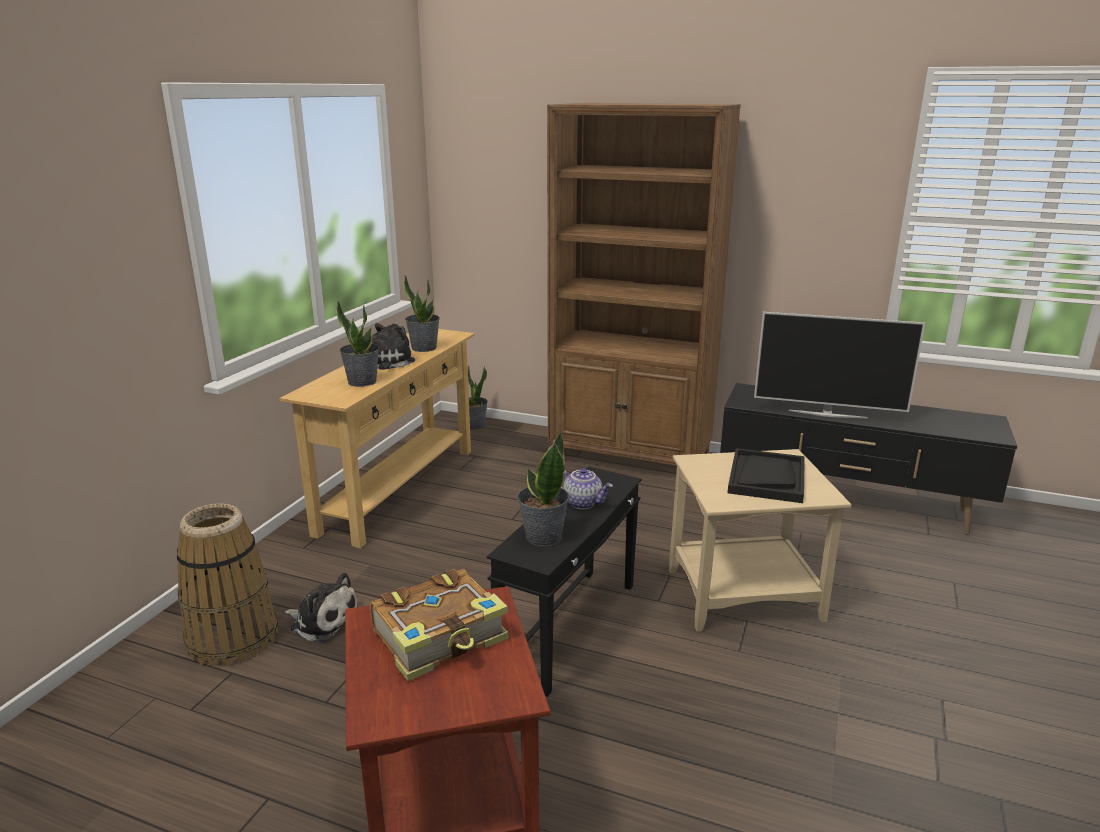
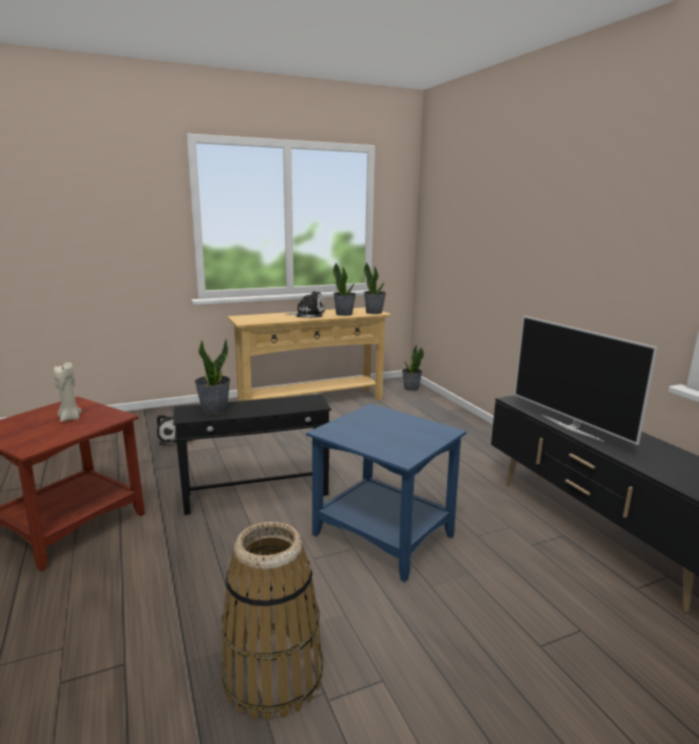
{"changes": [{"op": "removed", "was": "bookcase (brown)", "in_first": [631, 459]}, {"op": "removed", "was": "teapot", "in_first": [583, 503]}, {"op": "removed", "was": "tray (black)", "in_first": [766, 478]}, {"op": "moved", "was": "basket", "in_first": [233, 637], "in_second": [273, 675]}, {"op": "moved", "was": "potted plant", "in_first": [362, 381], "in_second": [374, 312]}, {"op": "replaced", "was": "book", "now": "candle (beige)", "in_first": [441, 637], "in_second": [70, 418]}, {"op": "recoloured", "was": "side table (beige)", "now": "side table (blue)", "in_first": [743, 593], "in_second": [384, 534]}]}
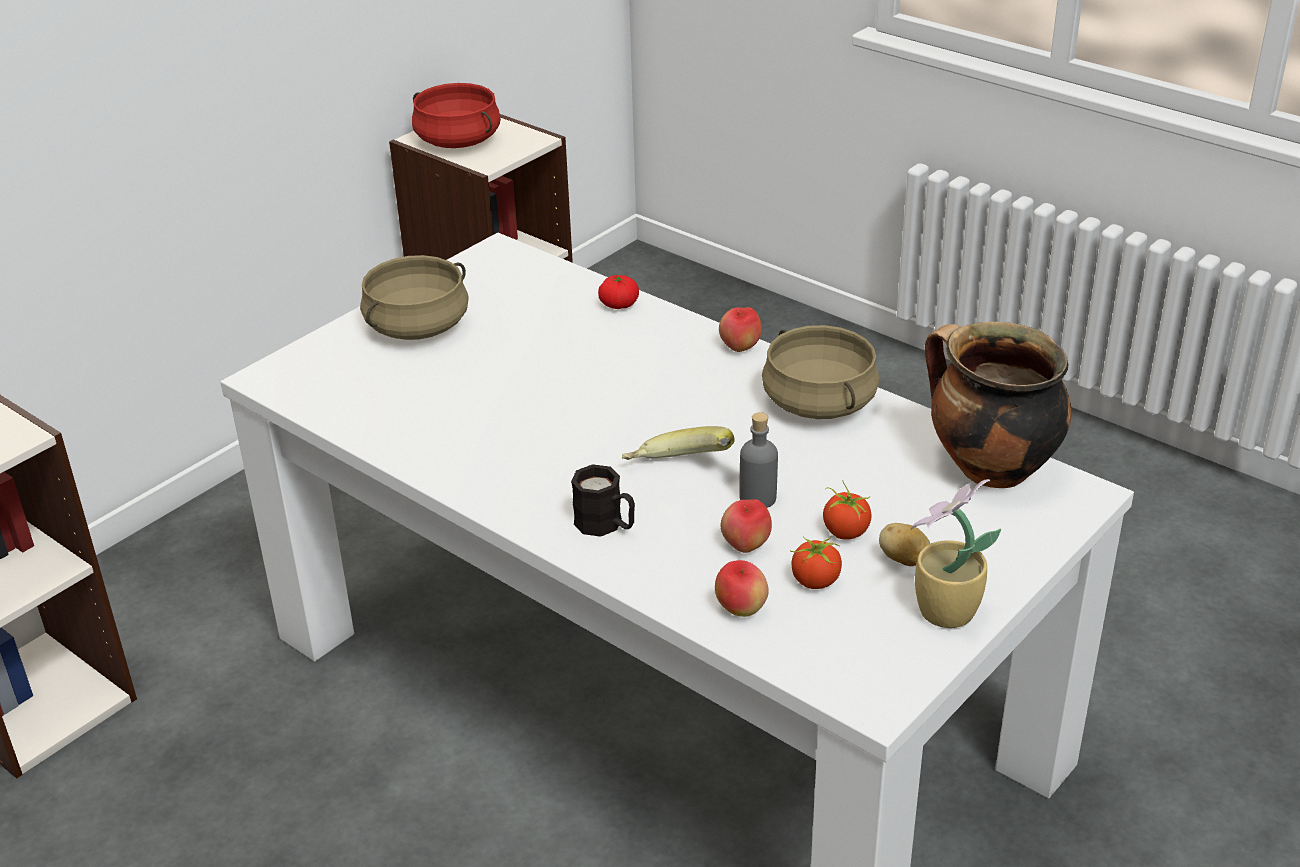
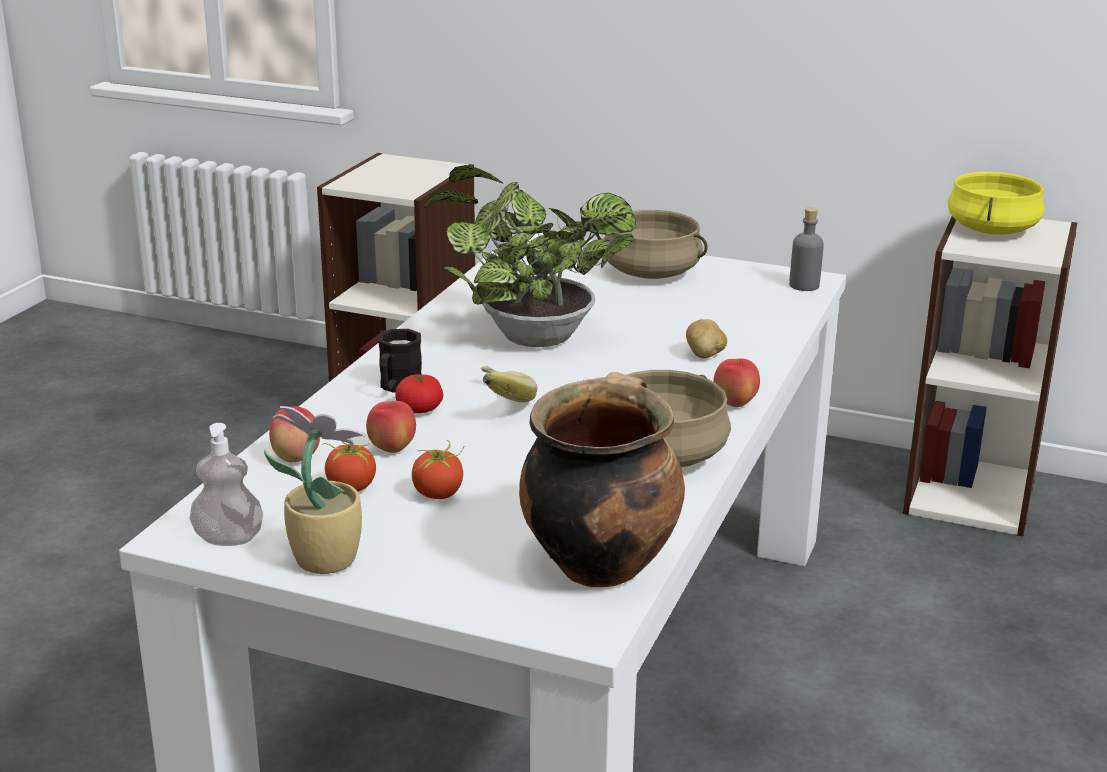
{"changes": [{"op": "added", "now": "soap dispenser", "in_second": [228, 539]}, {"op": "added", "now": "potted plant", "in_second": [528, 337]}, {"op": "moved", "was": "tomato", "in_first": [619, 305], "in_second": [419, 409]}, {"op": "moved", "was": "bottle (grey)", "in_first": [758, 498], "in_second": [804, 285]}, {"op": "moved", "was": "potato", "in_first": [903, 560], "in_second": [705, 355]}, {"op": "recoloured", "was": "cooking pot (red)", "now": "cooking pot (yellow)", "in_first": [457, 141], "in_second": [991, 229]}]}
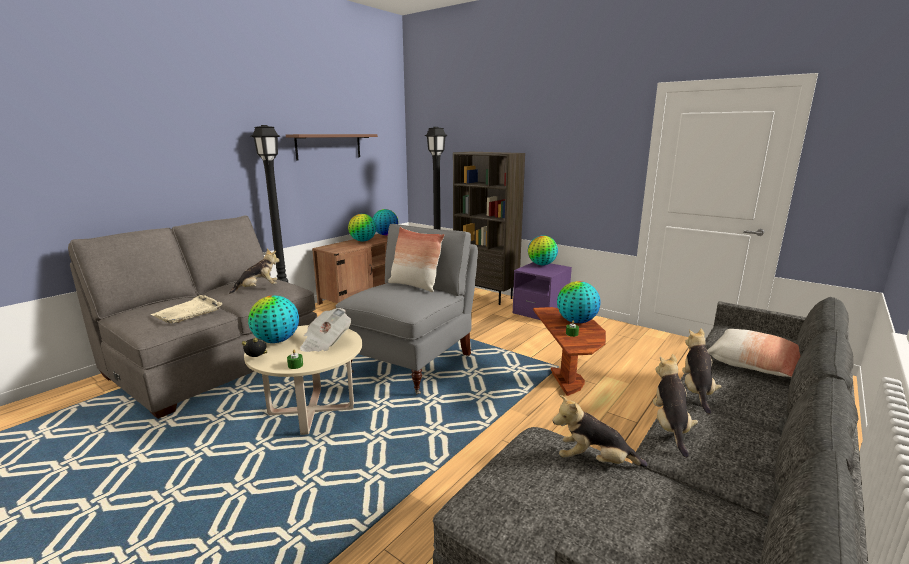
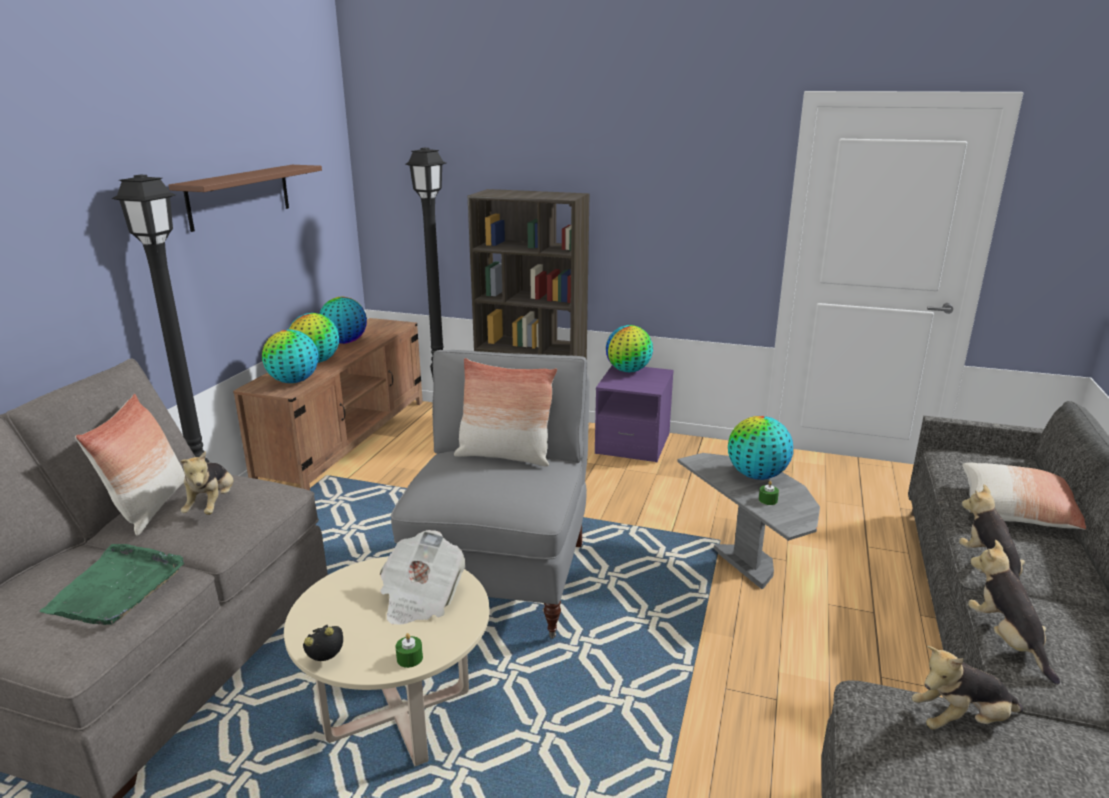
{"changes": [{"op": "added", "now": "pillow", "in_second": [150, 507]}, {"op": "moved", "was": "globe", "in_first": [276, 341], "in_second": [293, 381]}, {"op": "recoloured", "was": "tray (beige)", "now": "tray (green)", "in_first": [188, 312], "in_second": [117, 588]}, {"op": "recoloured", "was": "side table (brown)", "now": "side table (grey)", "in_first": [566, 382], "in_second": [747, 565]}, {"op": "turned", "was": "plush toy", "in_first": [258, 289], "in_second": [212, 506], "clockwise": 135}]}
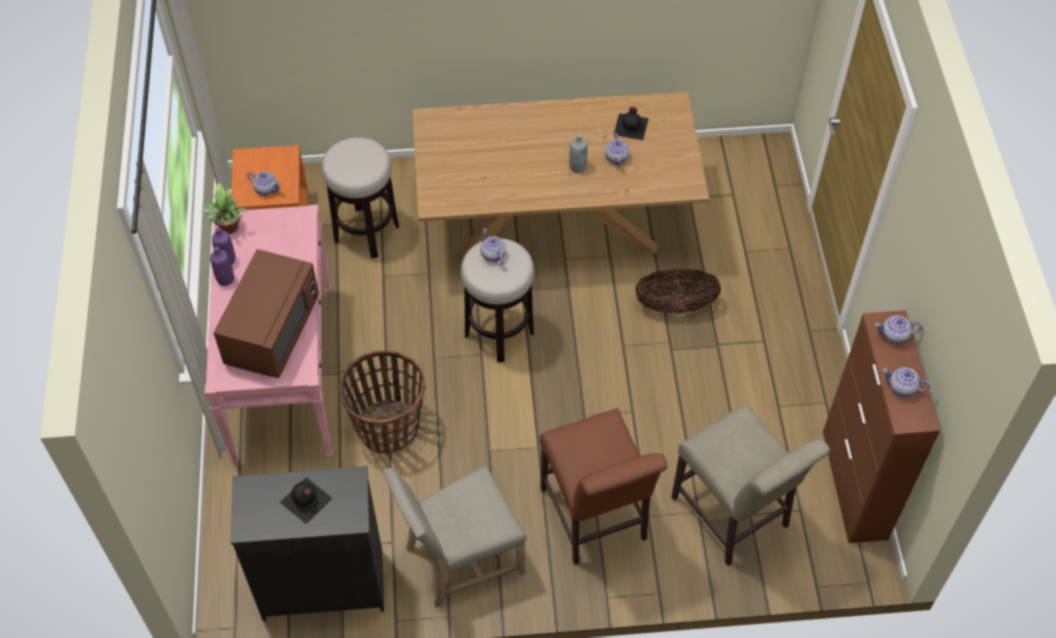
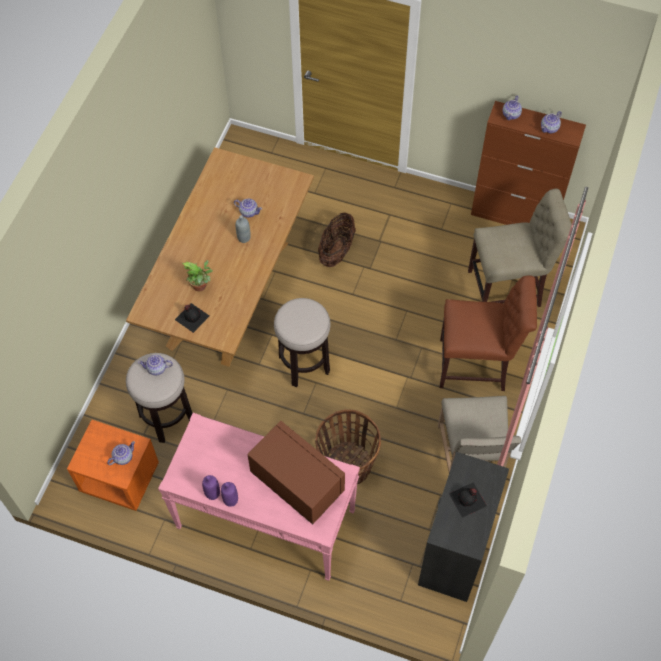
{"changes": [{"op": "moved", "was": "potted plant", "in_first": [229, 229], "in_second": [201, 286]}, {"op": "moved", "was": "teapot", "in_first": [493, 255], "in_second": [157, 368]}, {"op": "moved", "was": "bottle (black)", "in_first": [631, 126], "in_second": [192, 317]}]}
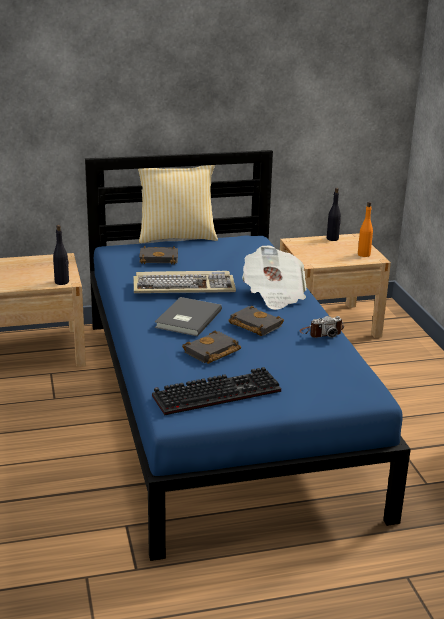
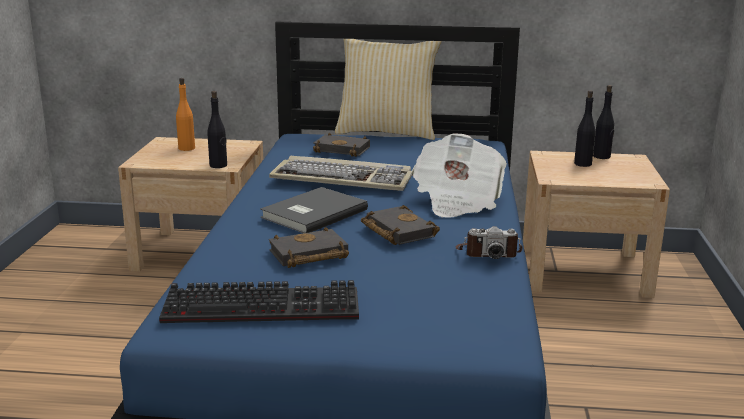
{"changes": [{"op": "added", "now": "bottle (black)", "in_second": [582, 164]}, {"op": "moved", "was": "bottle (orange)", "in_first": [364, 254], "in_second": [187, 148]}]}
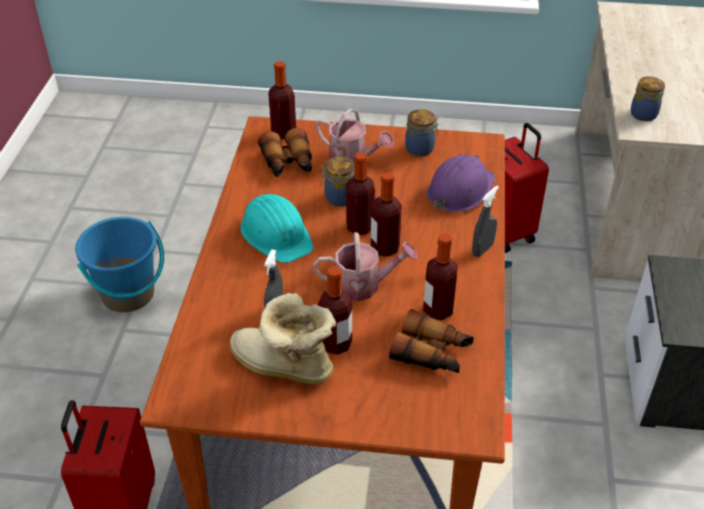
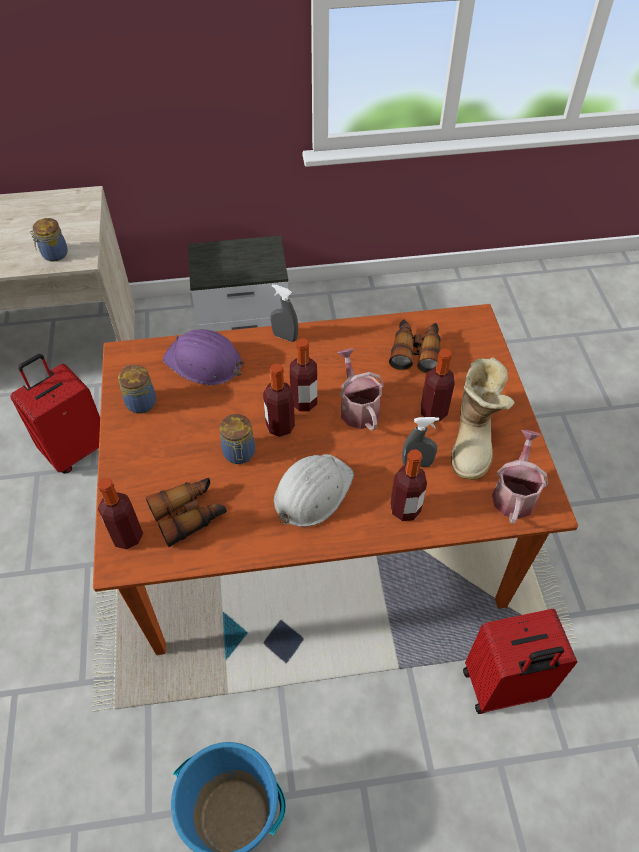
{"changes": [{"op": "moved", "was": "watering can", "in_first": [353, 159], "in_second": [514, 493]}, {"op": "moved", "was": "bottle", "in_first": [438, 310], "in_second": [405, 509]}, {"op": "recoloured", "was": "hard hat (turquoise)", "now": "hard hat (white)", "in_first": [276, 234], "in_second": [312, 492]}]}
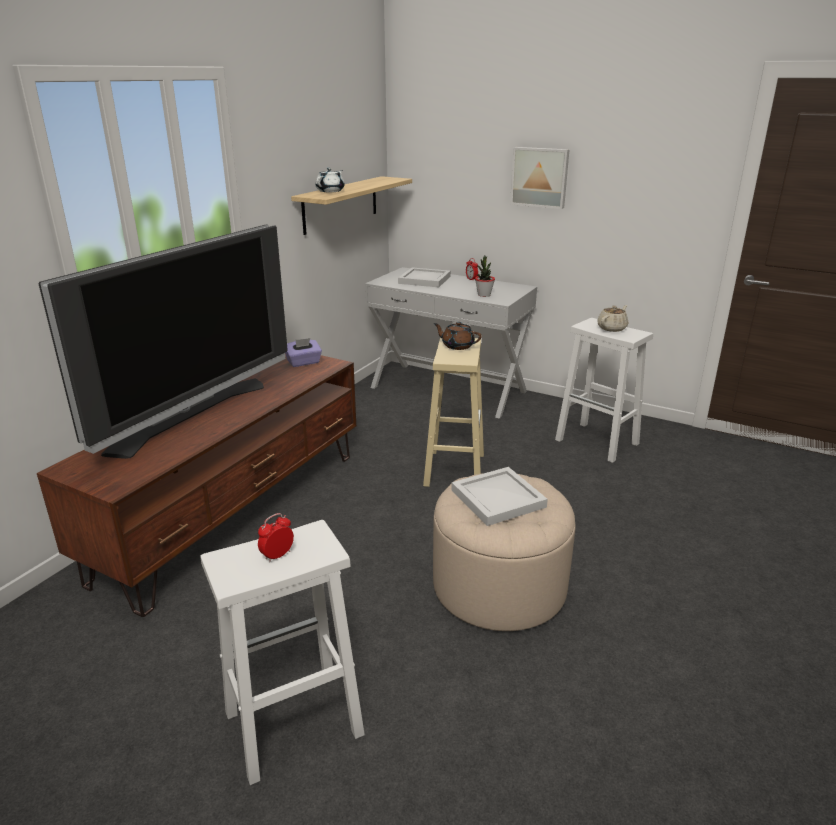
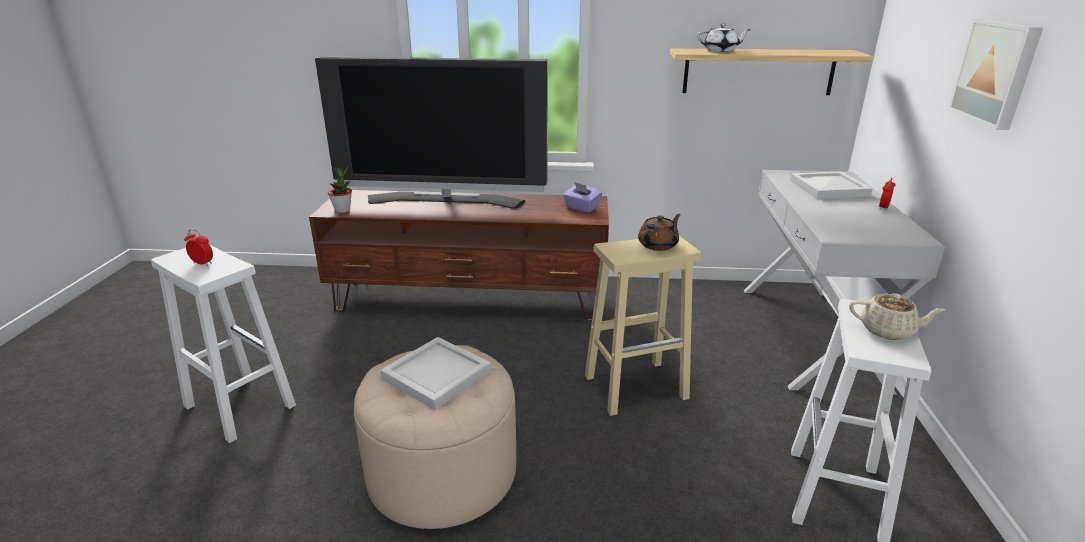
{"changes": [{"op": "moved", "was": "potted plant", "in_first": [484, 295], "in_second": [342, 210]}, {"op": "turned", "was": "teapot (brown)", "in_first": [457, 346], "in_second": [658, 245], "clockwise": 45}]}
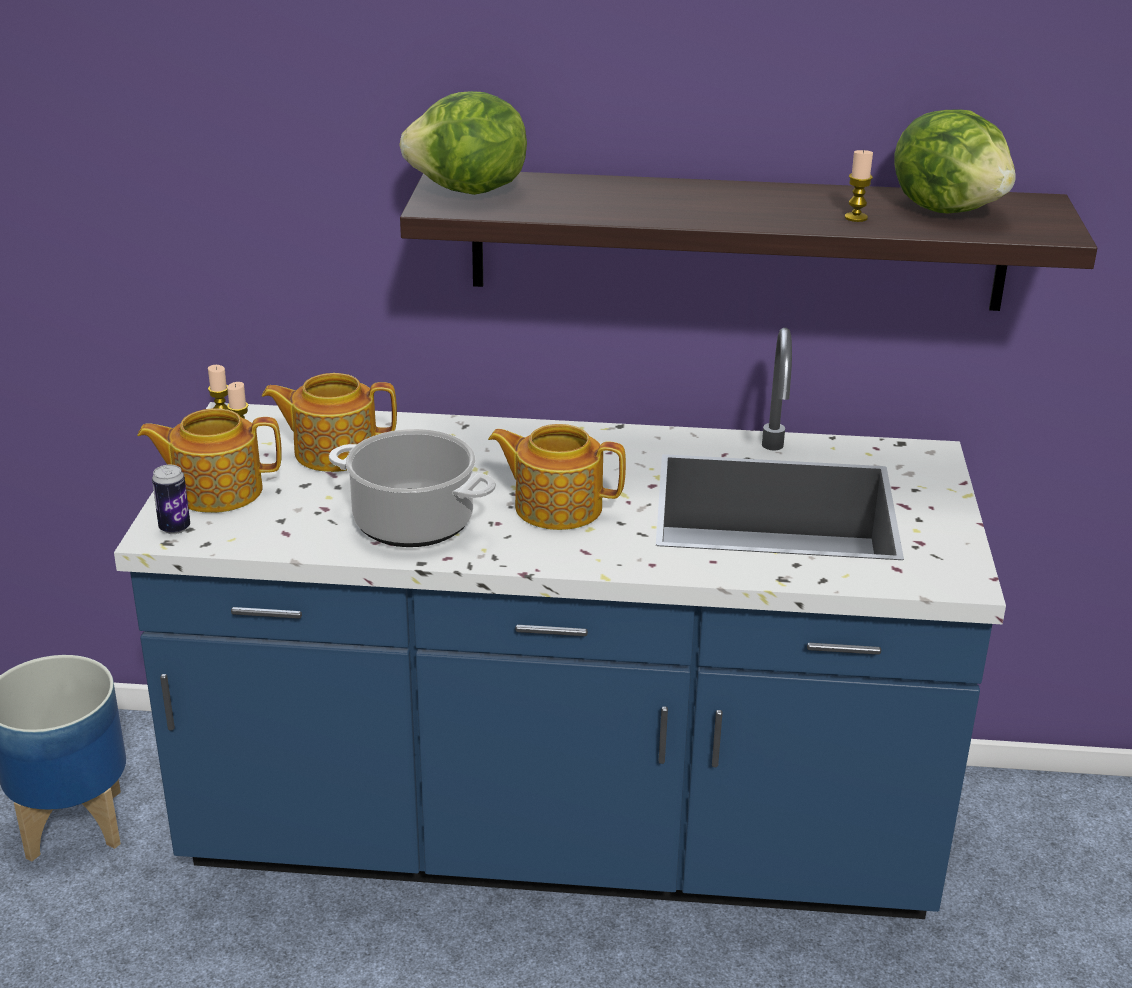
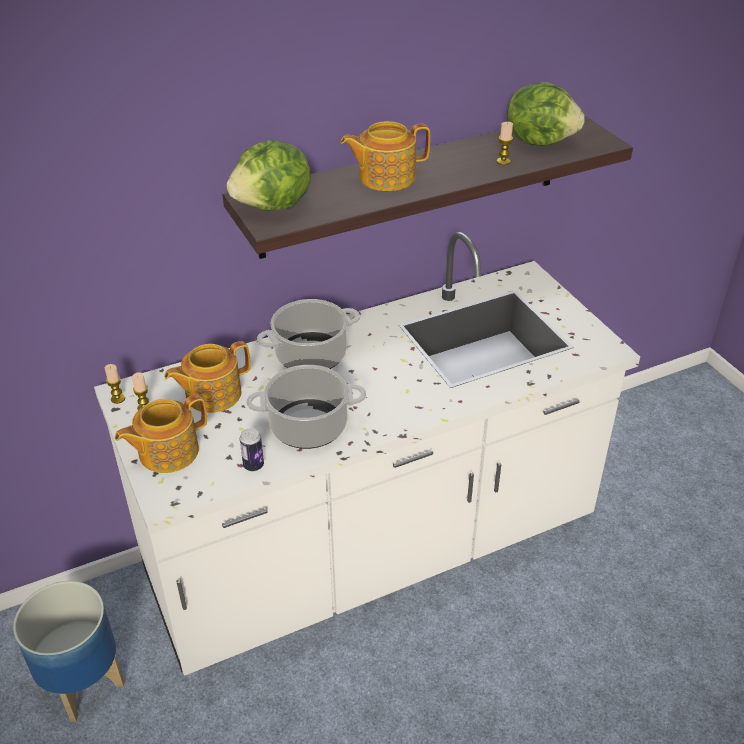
{"changes": [{"op": "added", "now": "cooking pot", "in_second": [310, 356]}, {"op": "moved", "was": "can", "in_first": [174, 528], "in_second": [253, 465]}, {"op": "moved", "was": "teapot", "in_first": [556, 506], "in_second": [385, 177]}, {"op": "recoloured", "was": "counter (blue)", "now": "counter (white)", "in_first": [560, 836], "in_second": [372, 553]}]}
